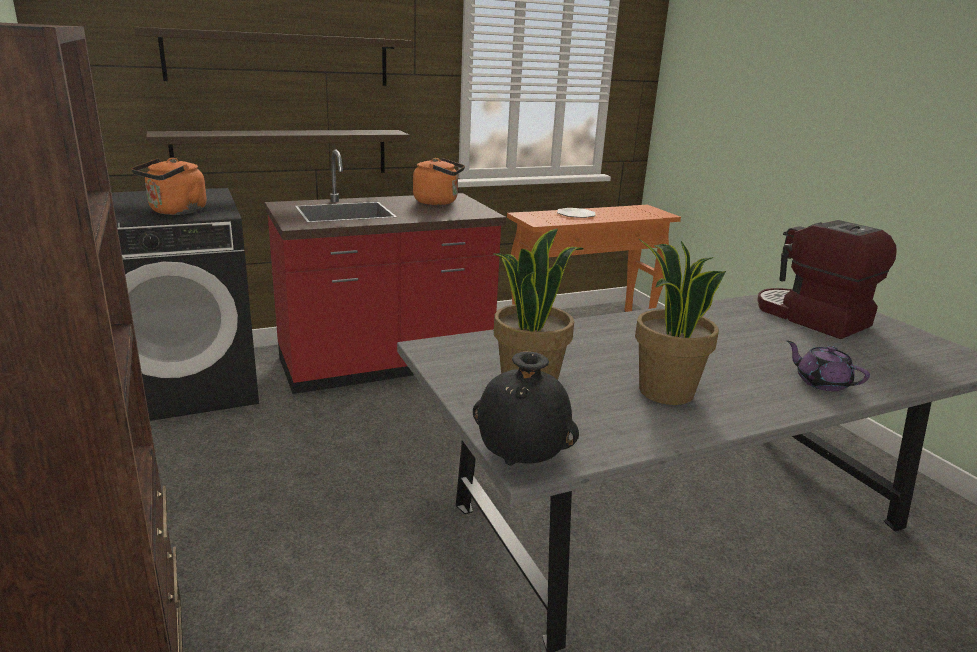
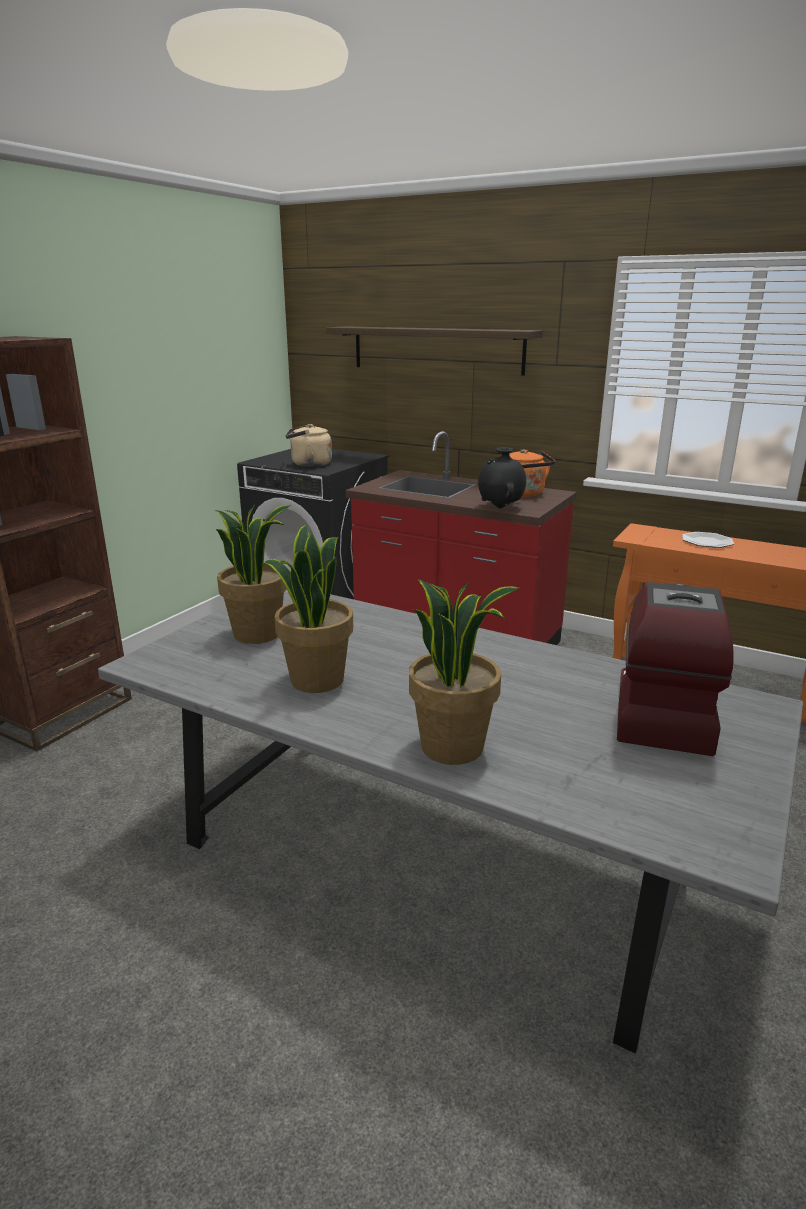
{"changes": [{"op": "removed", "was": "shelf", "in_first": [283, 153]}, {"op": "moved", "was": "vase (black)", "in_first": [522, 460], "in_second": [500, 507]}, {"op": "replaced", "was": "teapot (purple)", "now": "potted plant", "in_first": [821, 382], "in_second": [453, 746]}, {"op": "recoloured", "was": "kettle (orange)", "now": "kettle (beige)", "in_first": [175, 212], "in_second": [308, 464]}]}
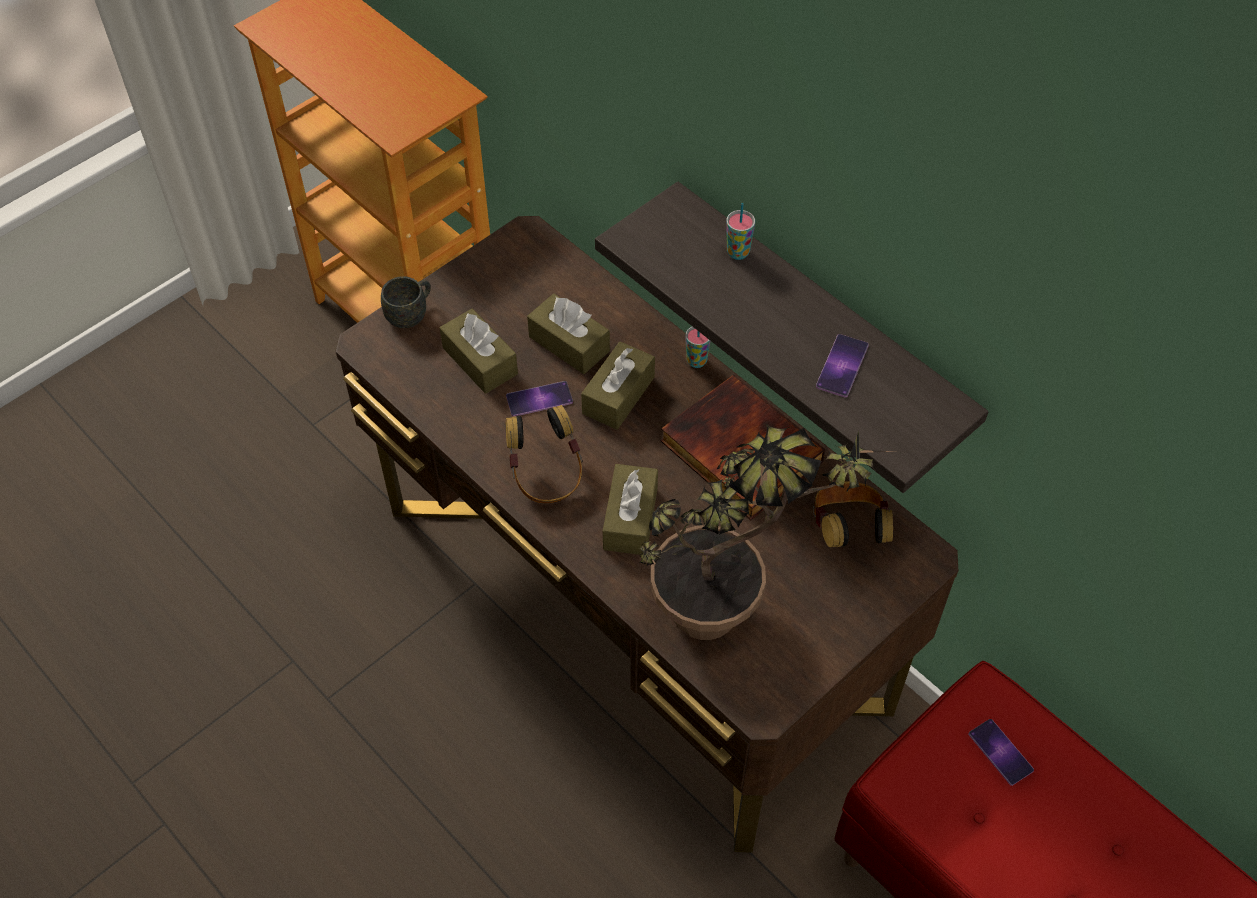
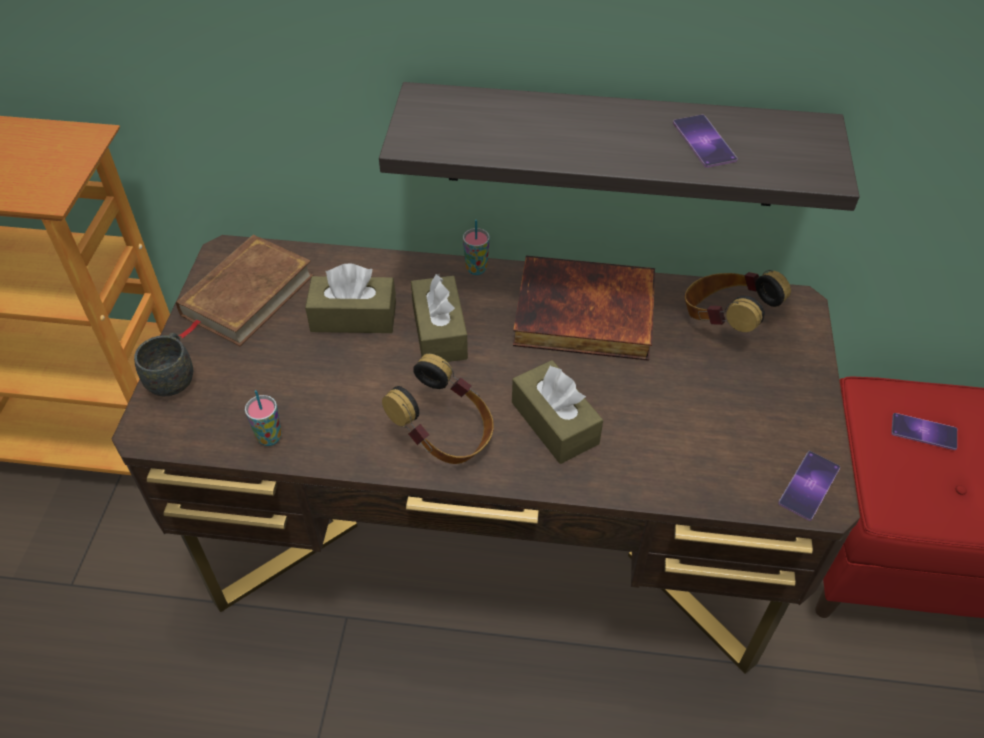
{"changes": [{"op": "removed", "was": "tissue box (brown)", "in_first": [480, 361]}, {"op": "removed", "was": "potted plant", "in_first": [730, 610]}, {"op": "added", "now": "book (brown)", "in_second": [246, 295]}, {"op": "moved", "was": "phone", "in_first": [539, 399], "in_second": [809, 485]}, {"op": "moved", "was": "cup", "in_first": [738, 252], "in_second": [269, 437]}]}
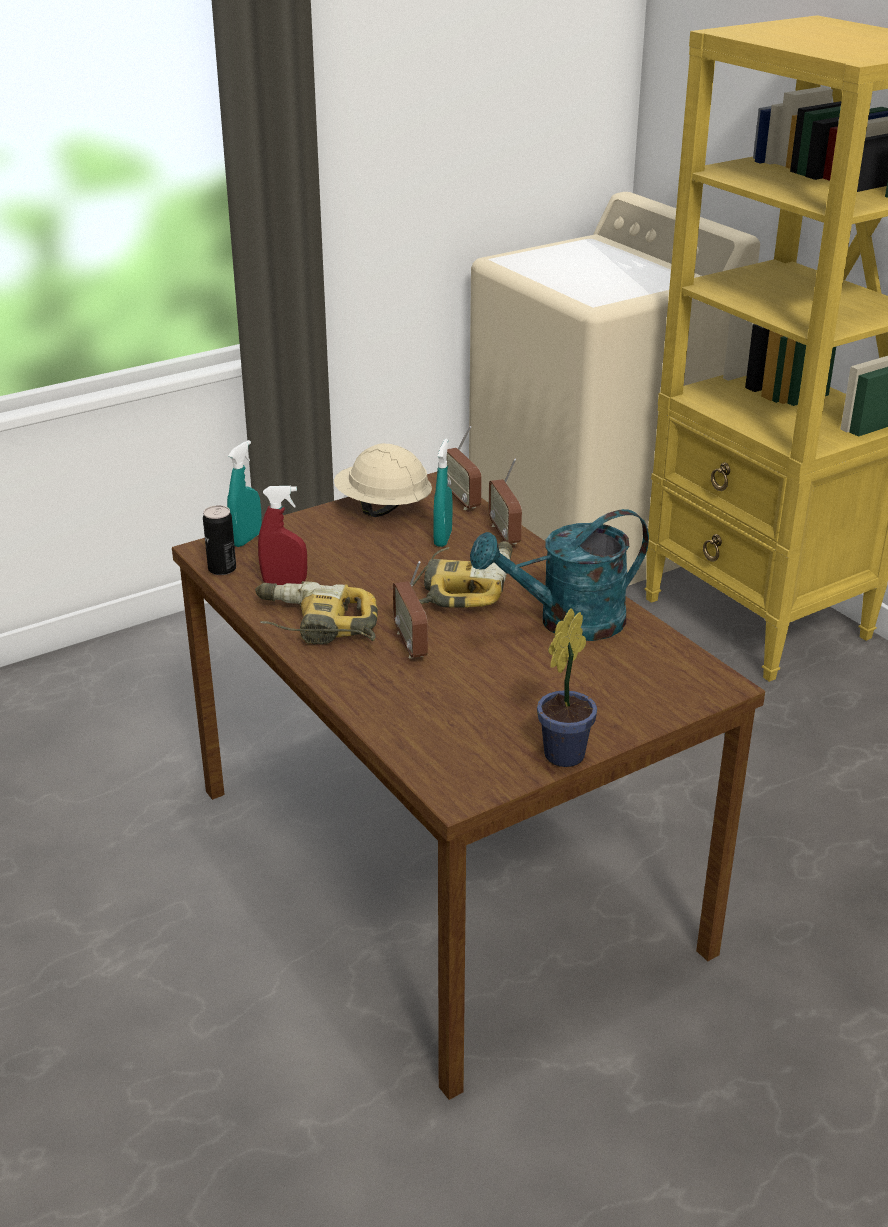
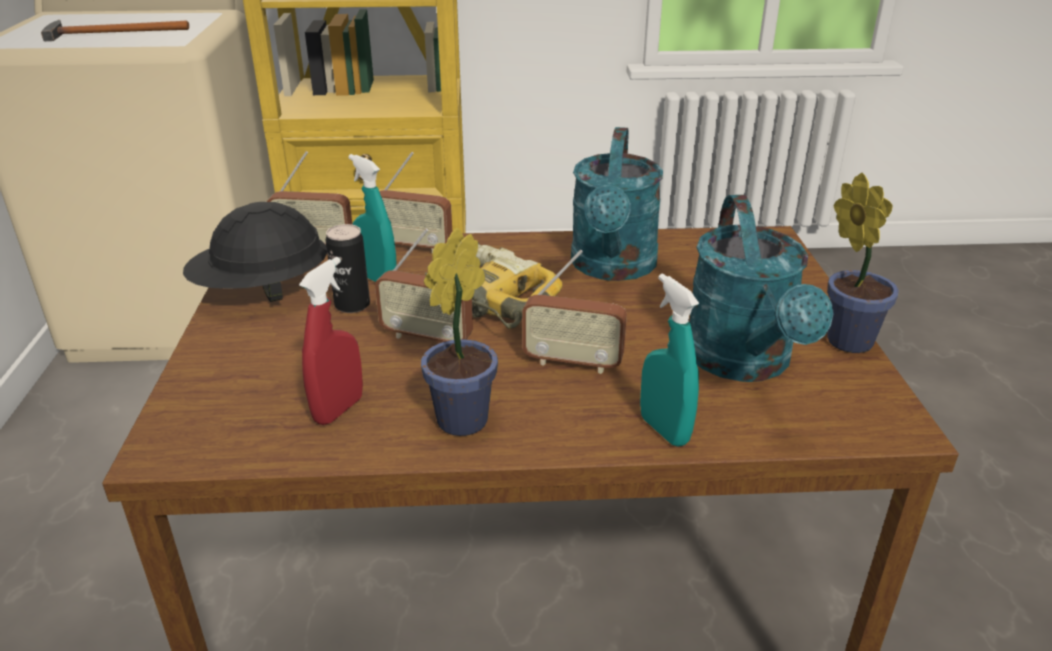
{"changes": [{"op": "added", "now": "hammer", "in_second": [112, 33]}, {"op": "added", "now": "radio", "in_second": [427, 337]}, {"op": "added", "now": "watering can (turquoise)", "in_second": [744, 363]}, {"op": "moved", "was": "can", "in_first": [222, 569], "in_second": [352, 305]}, {"op": "moved", "was": "spray bottle (turquoise)", "in_first": [246, 539], "in_second": [664, 430]}, {"op": "replaced", "was": "power drill", "now": "potted plant", "in_first": [315, 626], "in_second": [467, 417]}, {"op": "recoloured", "was": "hard hat (beige)", "now": "hard hat (black)", "in_first": [382, 509], "in_second": [263, 292]}]}
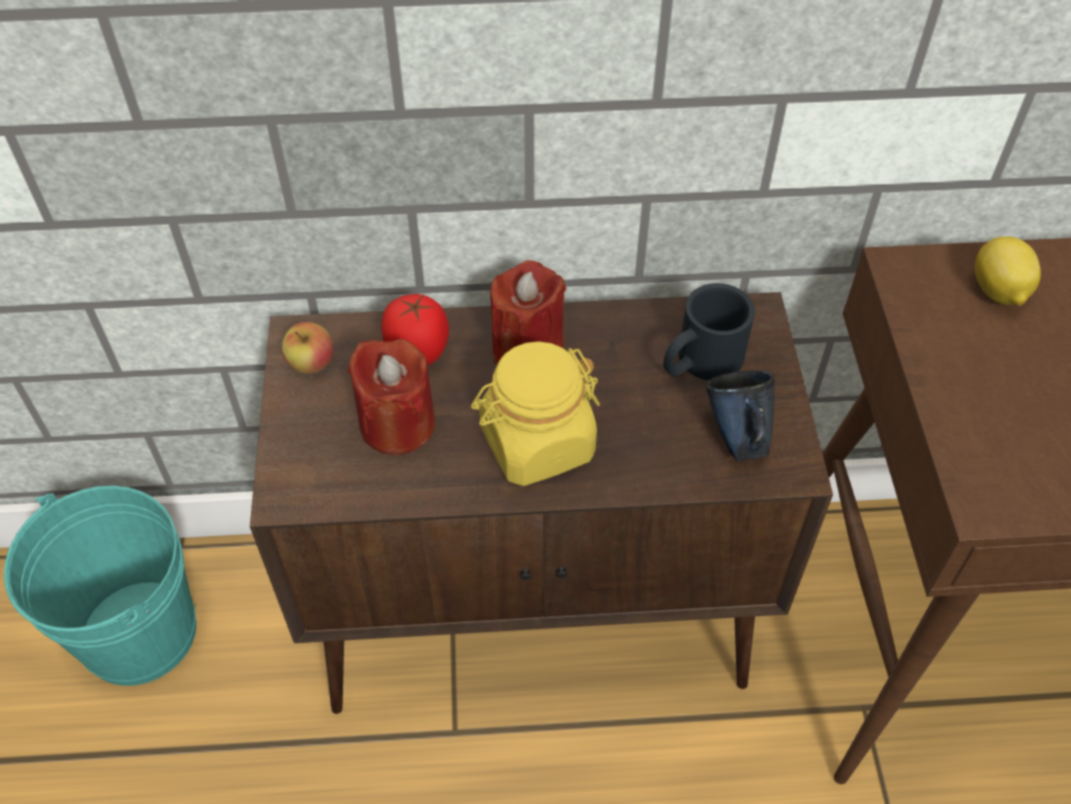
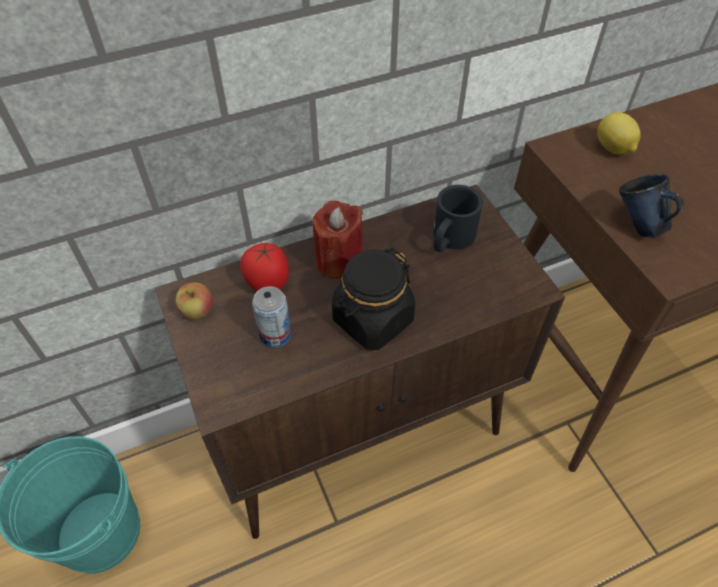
{"changes": [{"op": "moved", "was": "mug (blue)", "in_first": [737, 439], "in_second": [638, 226]}, {"op": "replaced", "was": "candle (red)", "now": "can", "in_first": [397, 424], "in_second": [275, 334]}, {"op": "recoloured", "was": "jar (yellow)", "now": "jar (black)", "in_first": [536, 443], "in_second": [372, 320]}]}
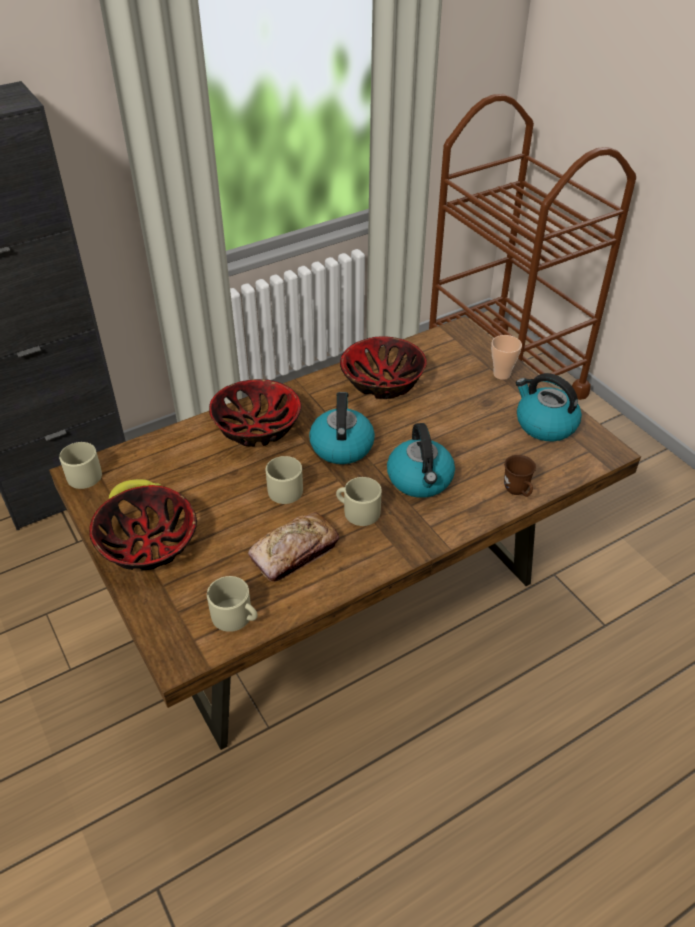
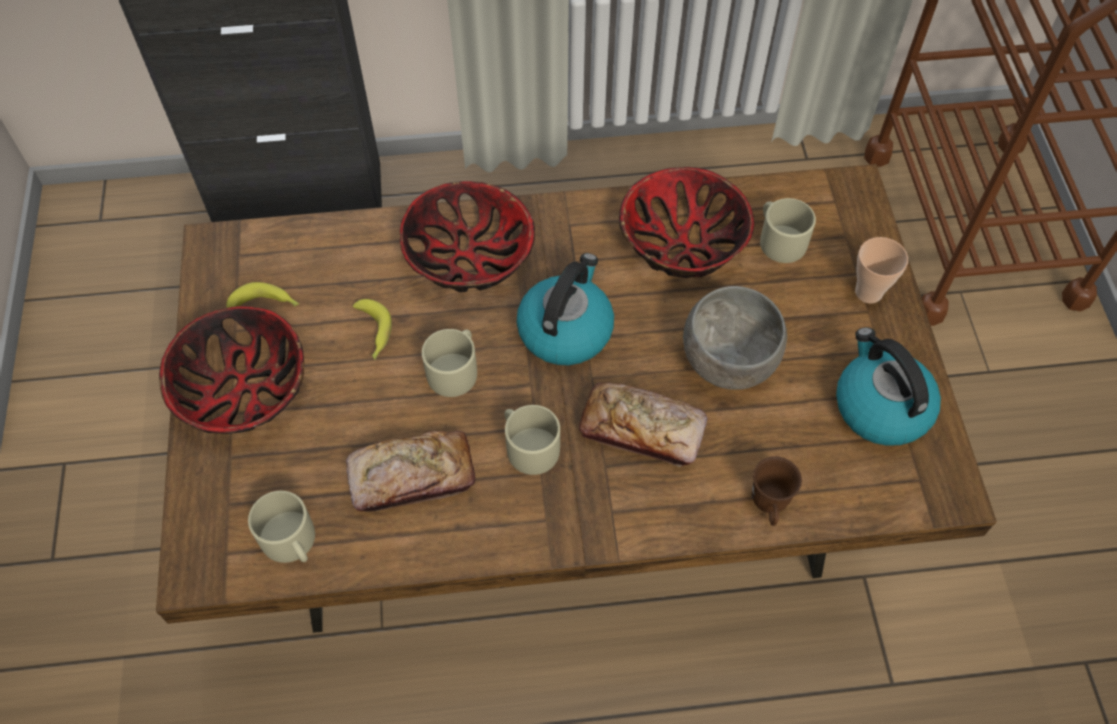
{"changes": [{"op": "added", "now": "banana", "in_second": [373, 333]}, {"op": "added", "now": "bowl (grey)", "in_second": [727, 362]}, {"op": "moved", "was": "mug (beige)", "in_first": [81, 474], "in_second": [779, 239]}, {"op": "replaced", "was": "kettle", "now": "bread", "in_first": [420, 480], "in_second": [642, 430]}]}
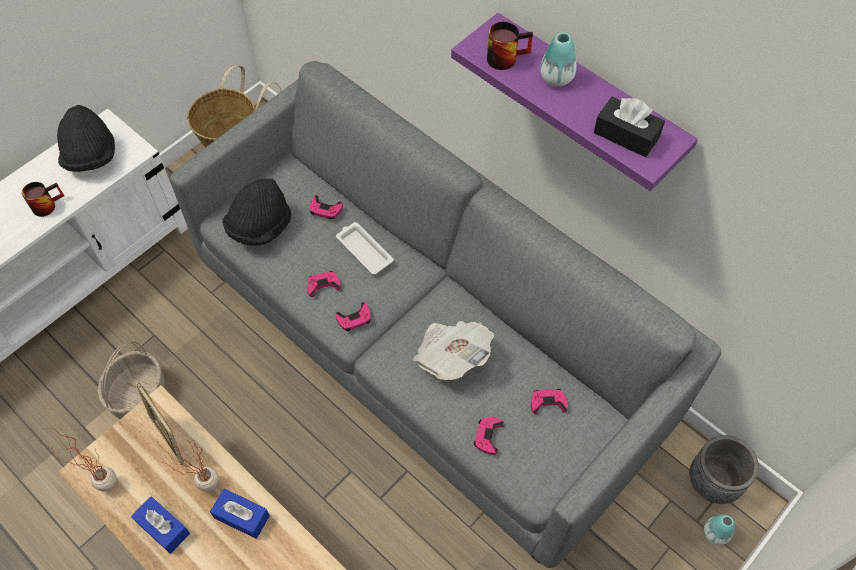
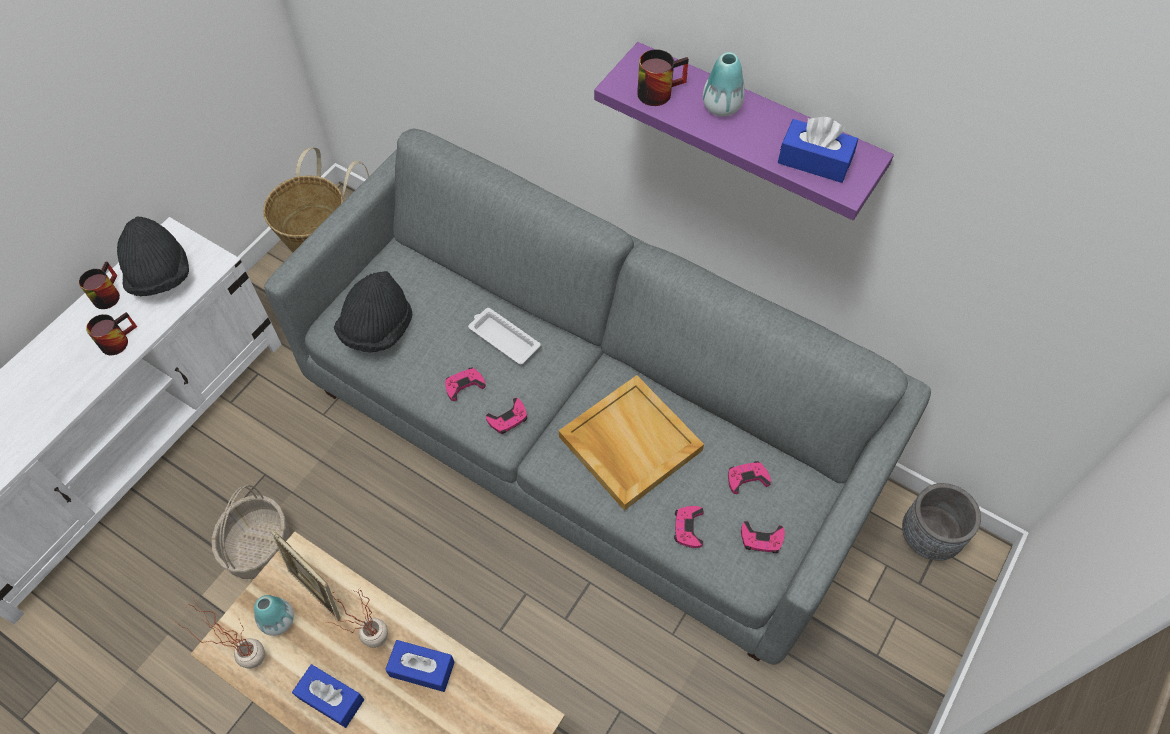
{"changes": [{"op": "added", "now": "mug", "in_second": [106, 294]}, {"op": "moved", "was": "game controller (pink)", "in_first": [325, 209], "in_second": [761, 539]}, {"op": "moved", "was": "vase", "in_first": [715, 533], "in_second": [278, 620]}, {"op": "replaced", "was": "newspaper", "now": "tray (beige)", "in_first": [452, 356], "in_second": [629, 443]}, {"op": "recoloured", "was": "tissue box (black)", "now": "tissue box (blue)", "in_first": [626, 135], "in_second": [814, 161]}]}
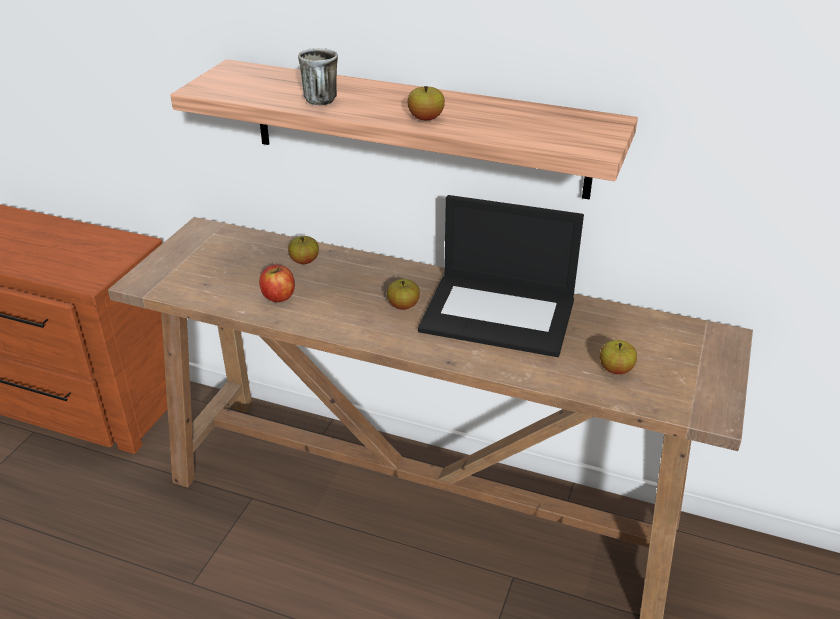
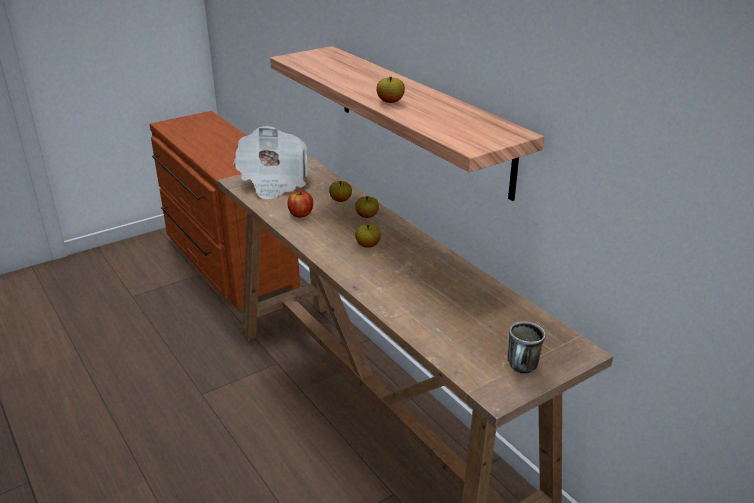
{"changes": [{"op": "removed", "was": "laptop", "in_first": [500, 314]}, {"op": "added", "now": "newspaper", "in_second": [273, 182]}, {"op": "moved", "was": "mug", "in_first": [322, 103], "in_second": [522, 370]}, {"op": "moved", "was": "apple", "in_first": [616, 369], "in_second": [367, 216]}]}
